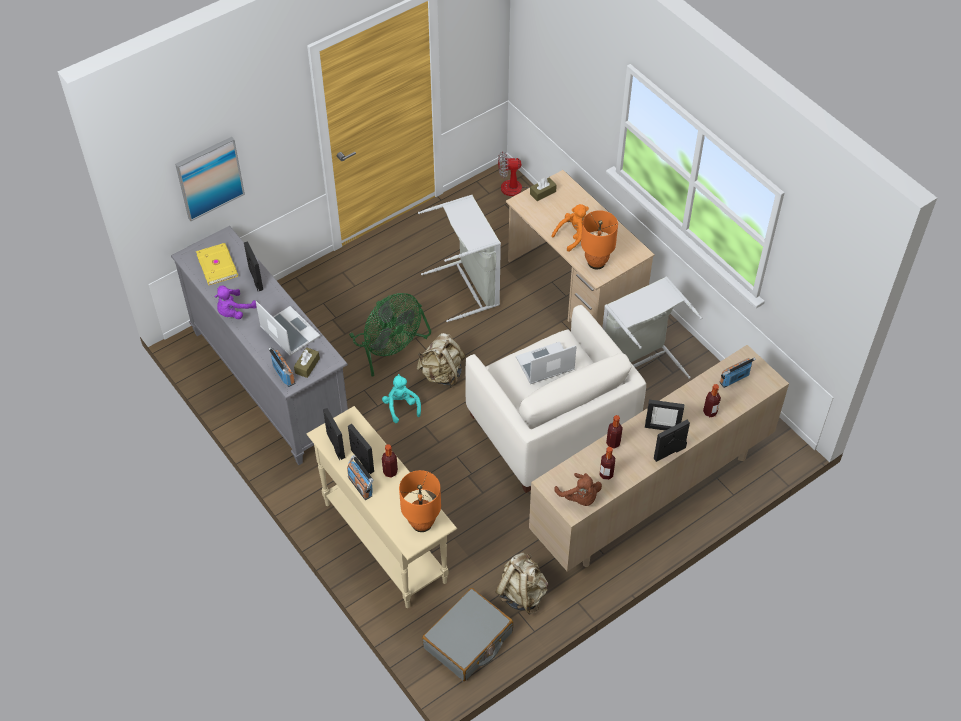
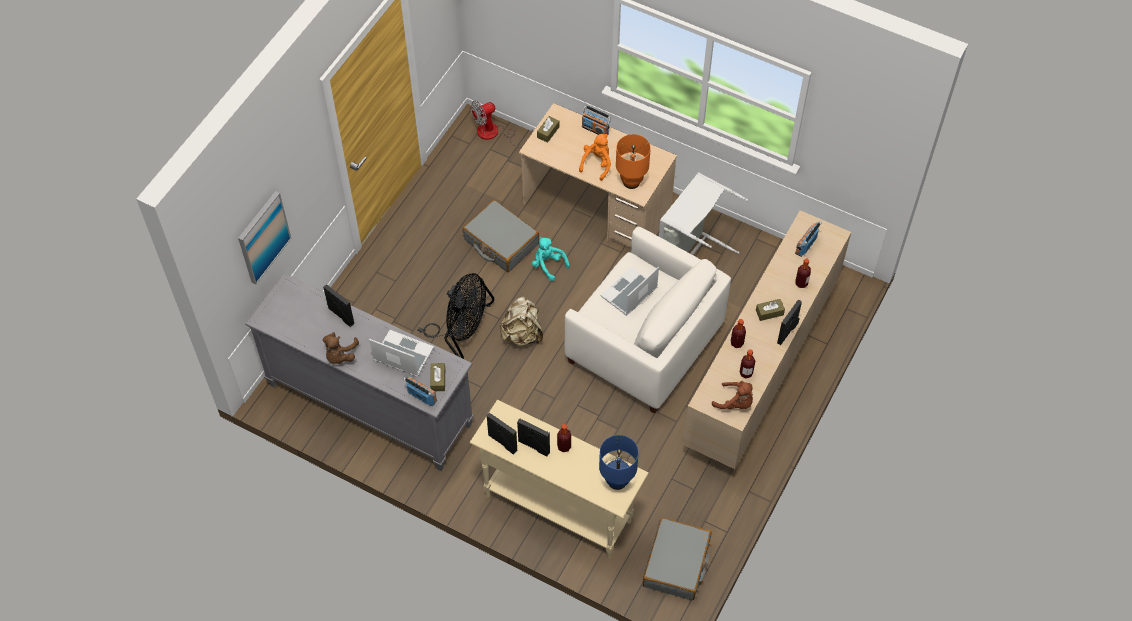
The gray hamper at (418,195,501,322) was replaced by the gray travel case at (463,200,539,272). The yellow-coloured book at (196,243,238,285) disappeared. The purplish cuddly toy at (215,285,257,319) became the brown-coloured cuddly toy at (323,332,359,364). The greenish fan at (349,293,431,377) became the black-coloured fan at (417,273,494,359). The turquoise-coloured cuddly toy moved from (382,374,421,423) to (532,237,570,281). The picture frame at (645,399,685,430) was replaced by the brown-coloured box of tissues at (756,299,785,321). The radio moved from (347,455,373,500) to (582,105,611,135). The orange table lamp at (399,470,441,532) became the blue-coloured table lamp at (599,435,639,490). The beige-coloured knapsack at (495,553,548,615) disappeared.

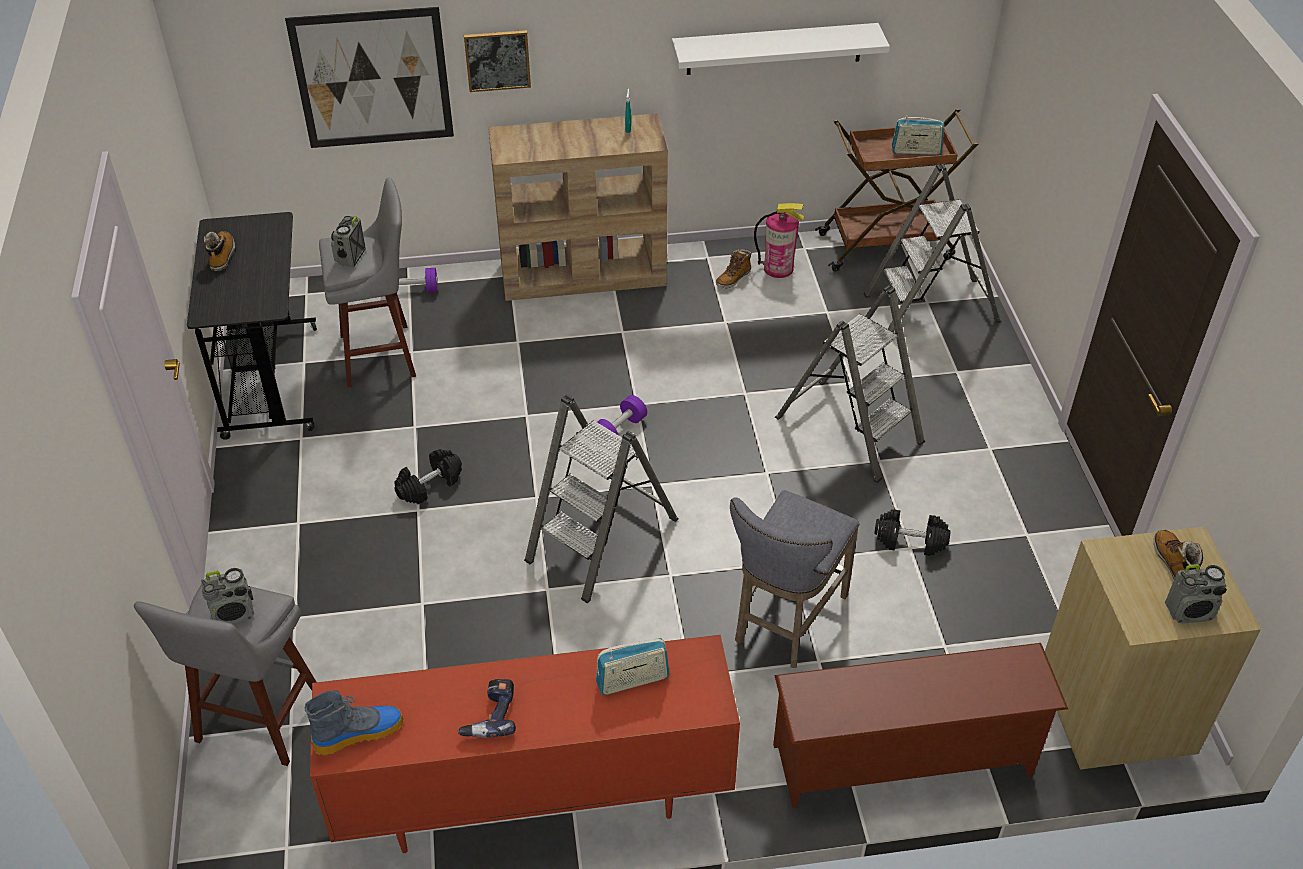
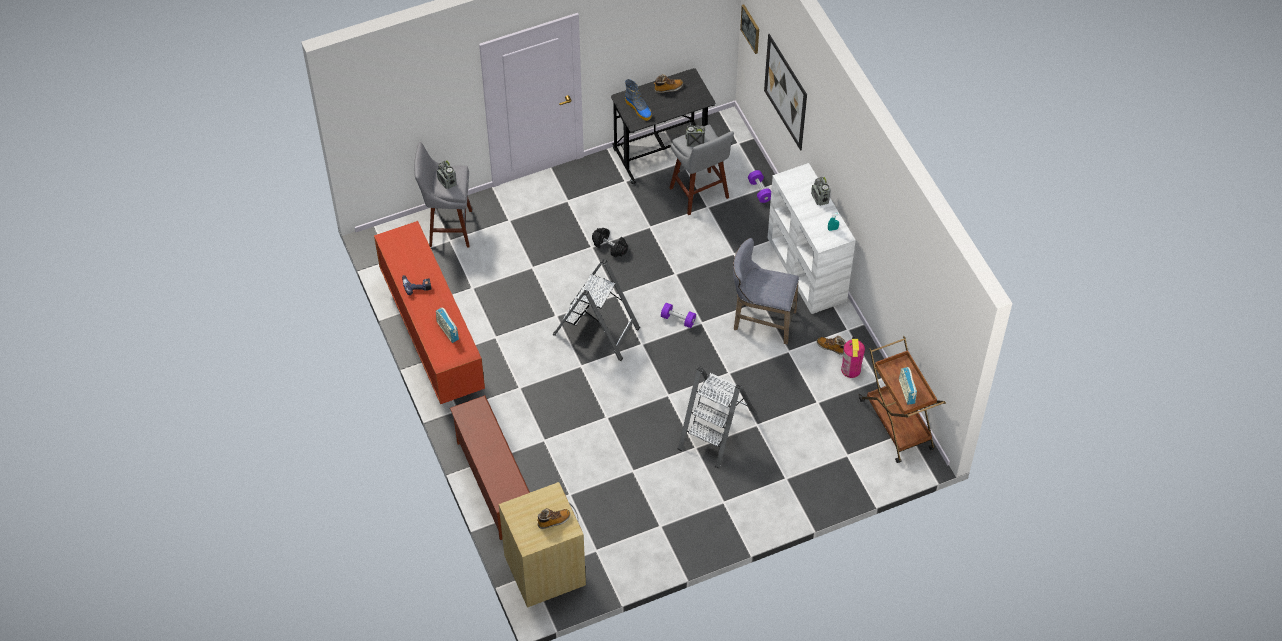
The whitish wall shelf at (672,23,890,75) disappeared. The wall picture moved from (464,30,531,92) to (740,4,759,54). The brown-coloured shelving unit at (488,113,668,301) became the whitish shelving unit at (768,163,856,314). The gray step ladder at (863,164,1001,333) disappeared. The gray sitting stool moved from (730,490,860,668) to (733,238,799,345). The black-coloured hand weight at (874,509,951,556) disappeared. The radio moved from (1165,564,1227,623) to (811,177,830,206). The boot moved from (304,690,403,755) to (625,79,652,121).

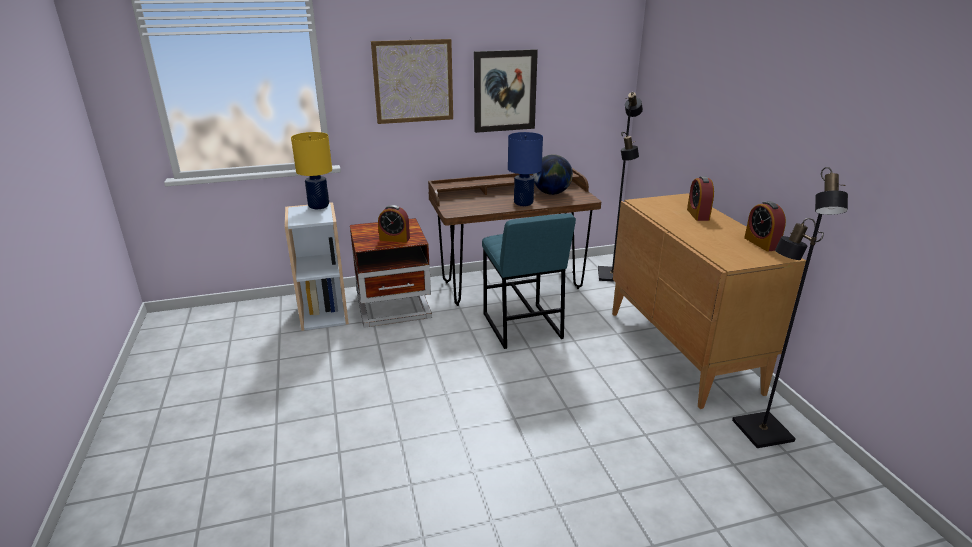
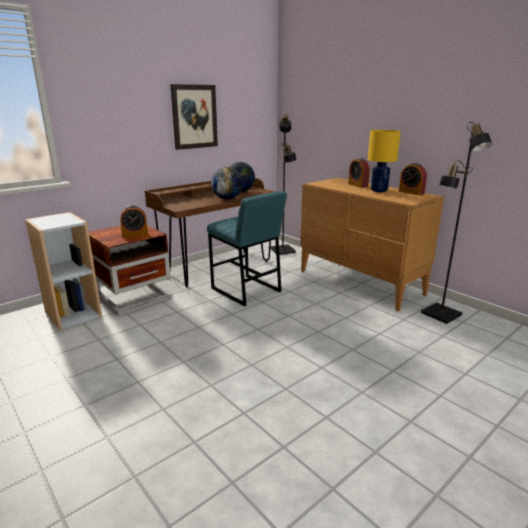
The wall picture at (371,39,453,124) disappeared. The yellow-coloured table lamp moved from (291,132,332,209) to (368,130,401,192). The blue-coloured table lamp at (508,132,543,206) was replaced by the desk globe at (211,167,243,199).

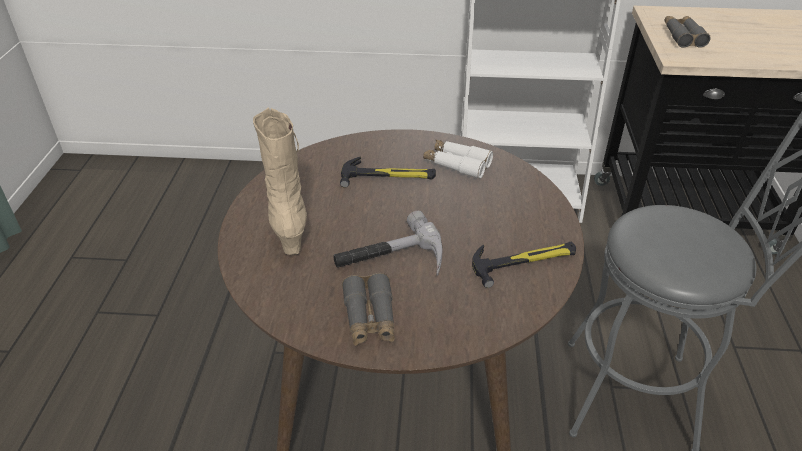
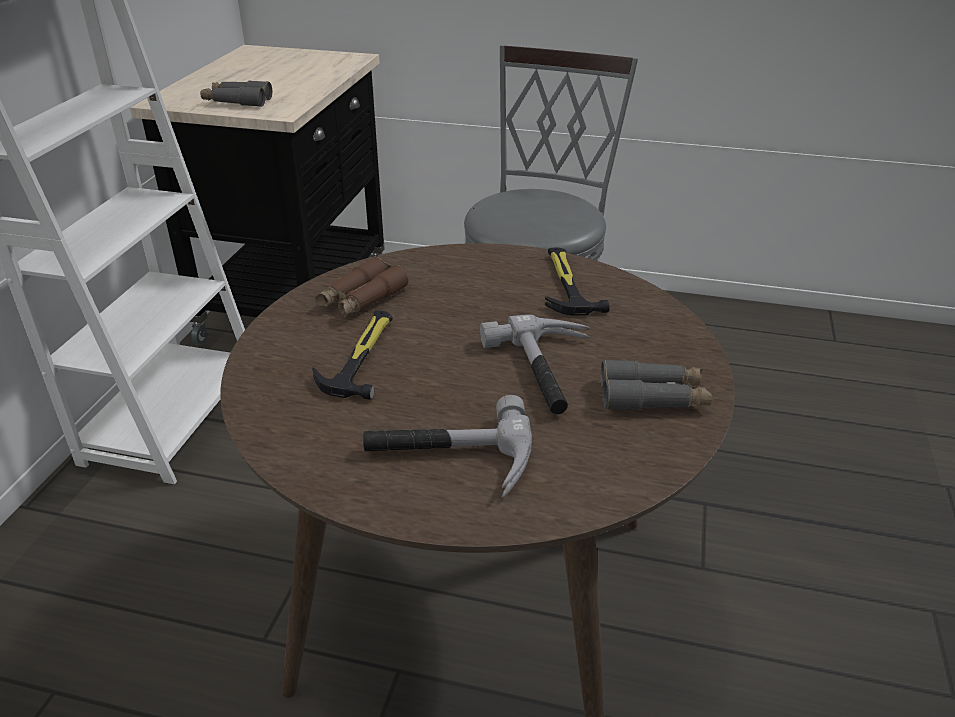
The beige-coloured boot at (253,107,307,255) was replaced by the tool hammer at (363,395,532,498). The whitish binoculars at (423,140,493,179) became the brown-coloured binoculars at (315,257,409,317).

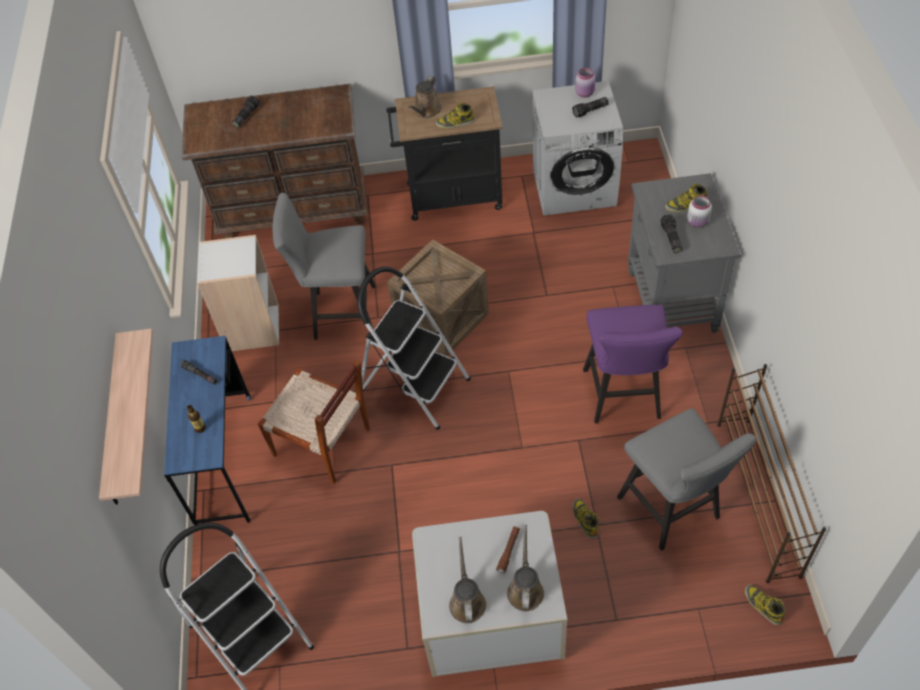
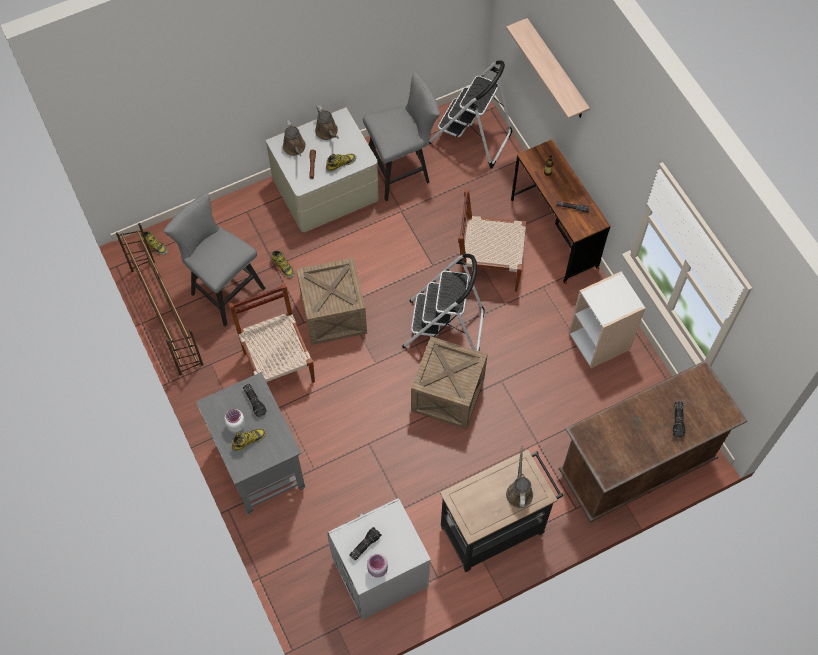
The boot moved from (436,102,475,129) to (326,153,356,172). The gray sitting stool moved from (273,193,376,340) to (363,71,440,201). The purplish sitting stool at (583,305,683,424) was replaced by the upright chair at (229,283,315,383). The blue-coloured desk table at (164,336,251,525) became the brown-coloured desk table at (511,139,610,284). The crate at (297,258,367,345) appeared.

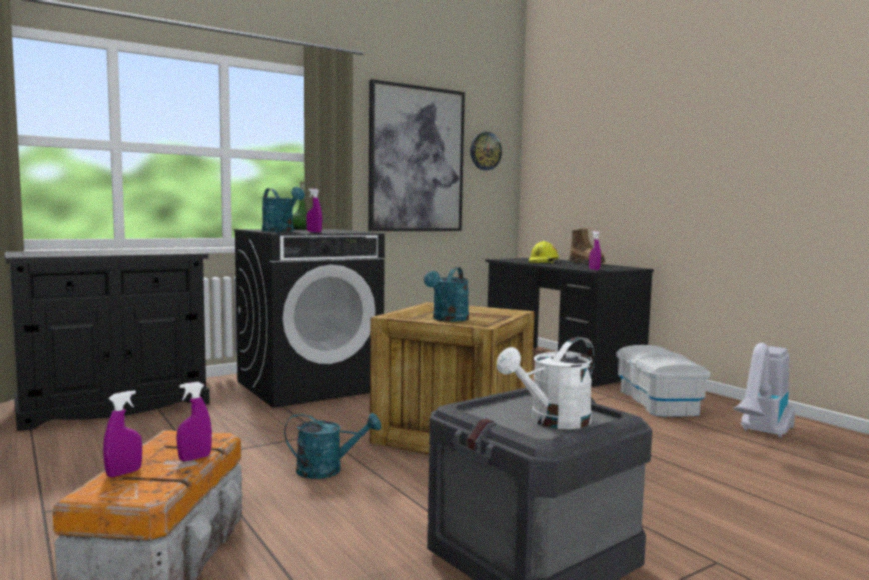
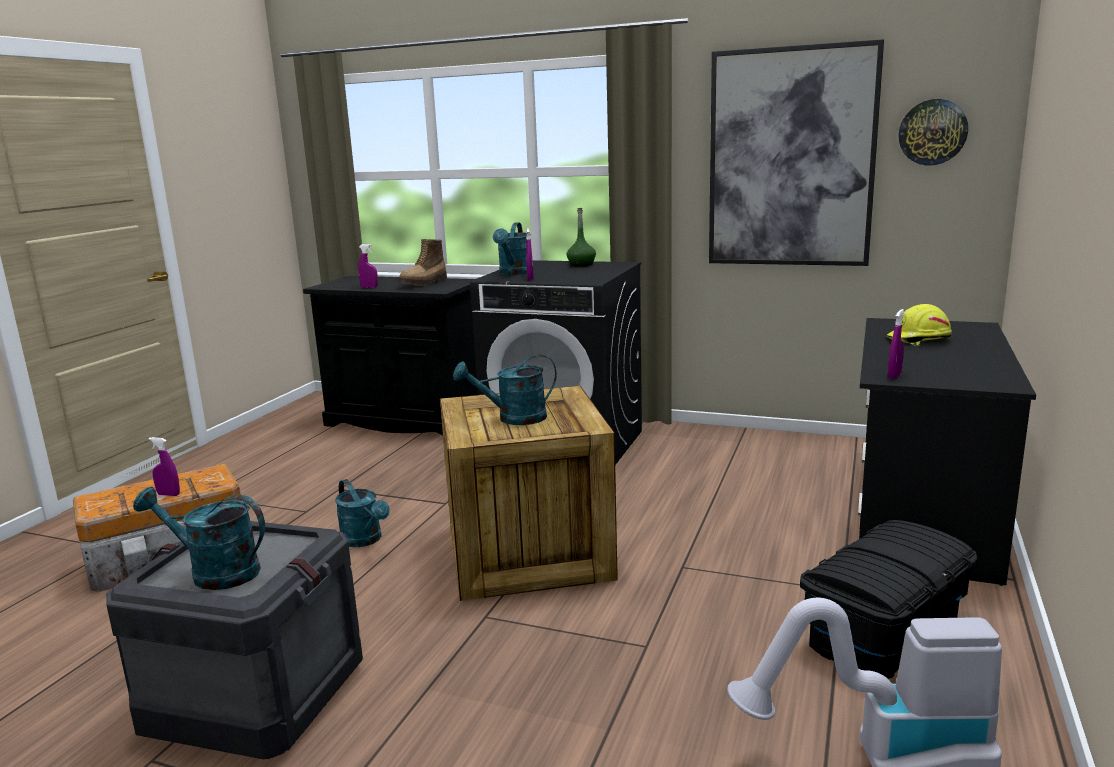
The boot moved from (569,228,605,264) to (398,239,447,285). The whitish watering pot at (497,337,594,429) became the turquoise-coloured watering pot at (133,487,265,590). The whitish storage container at (616,345,710,417) became the black-coloured storage container at (800,520,977,679). The purplish spray bottle moved from (103,390,142,477) to (358,244,378,288).

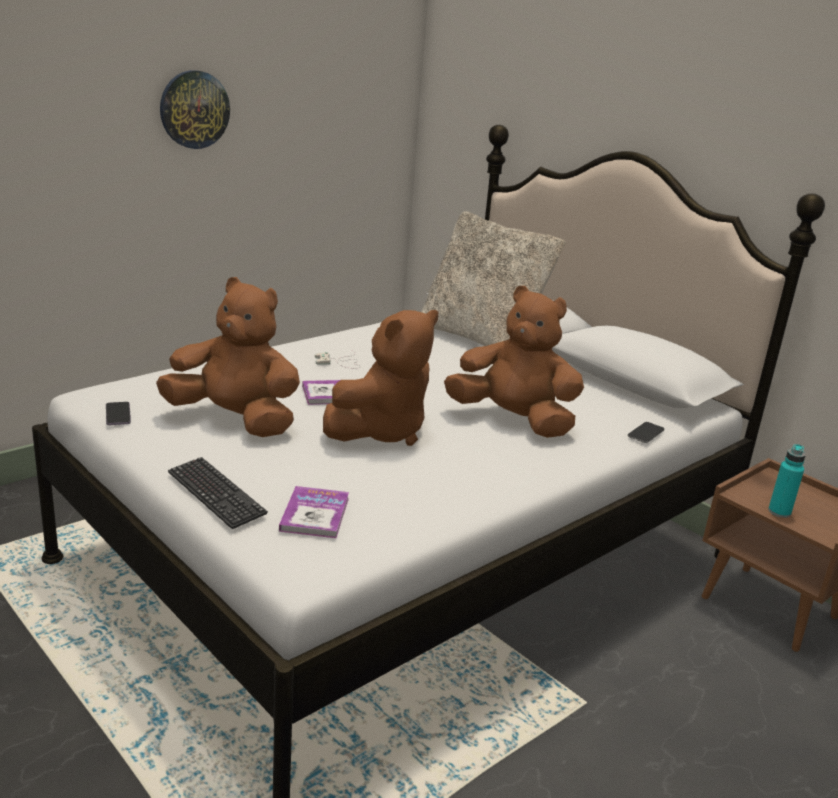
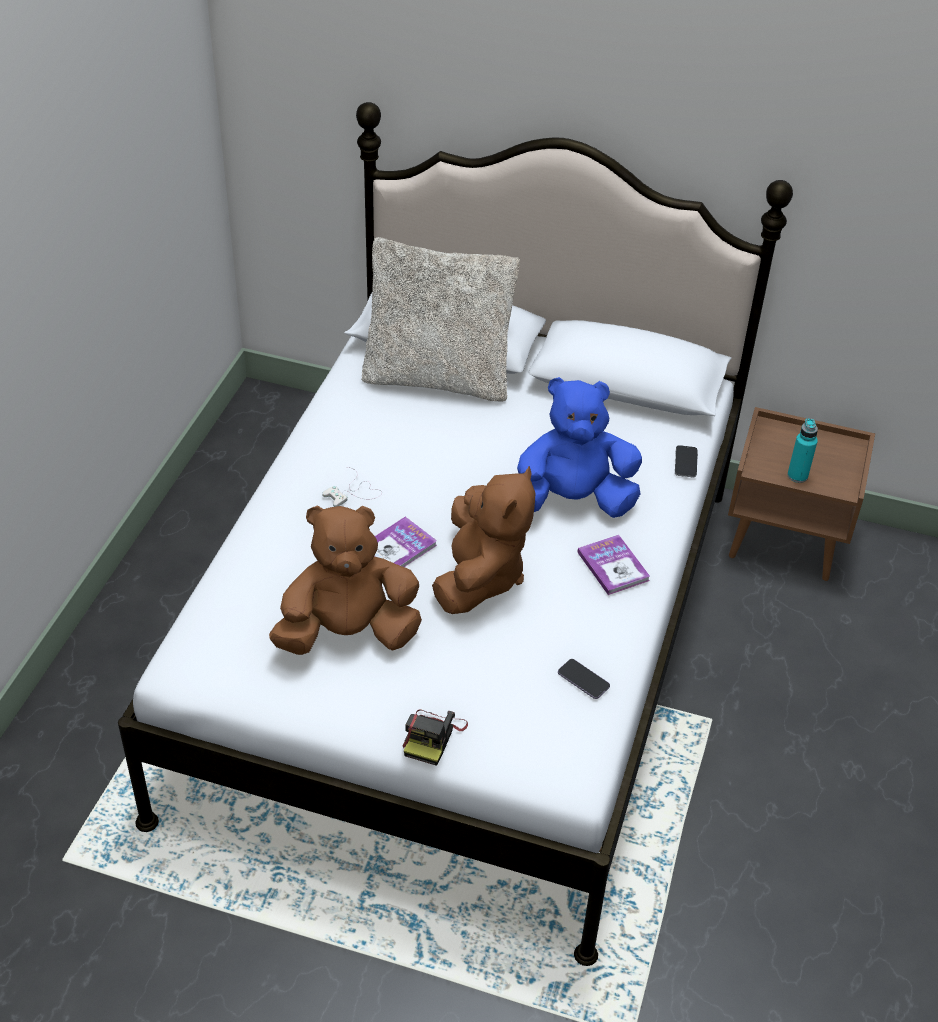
The hanging clock at (160,70,230,149) disappeared. The brown-coloured cuddly toy at (444,286,584,438) became the blue-coloured cuddly toy at (517,377,642,518). The handset moved from (106,402,131,425) to (558,659,610,699). The computer keyboard at (168,457,268,529) was replaced by the still camera at (403,709,468,766). The book moved from (279,486,349,538) to (577,535,650,595).

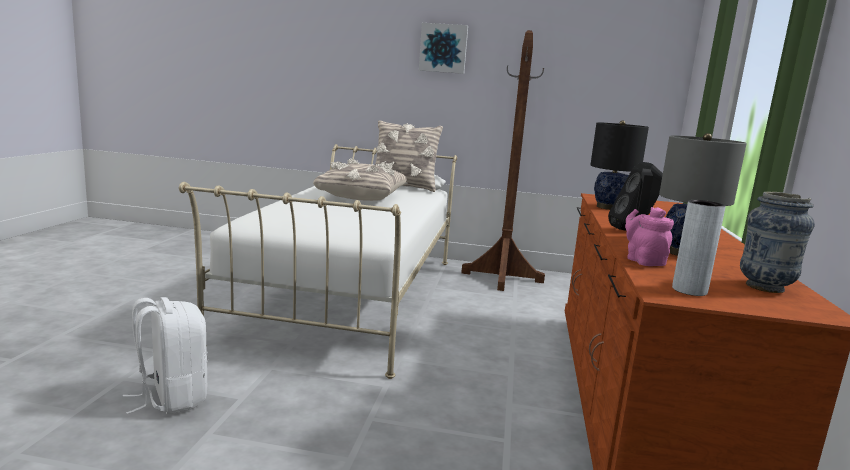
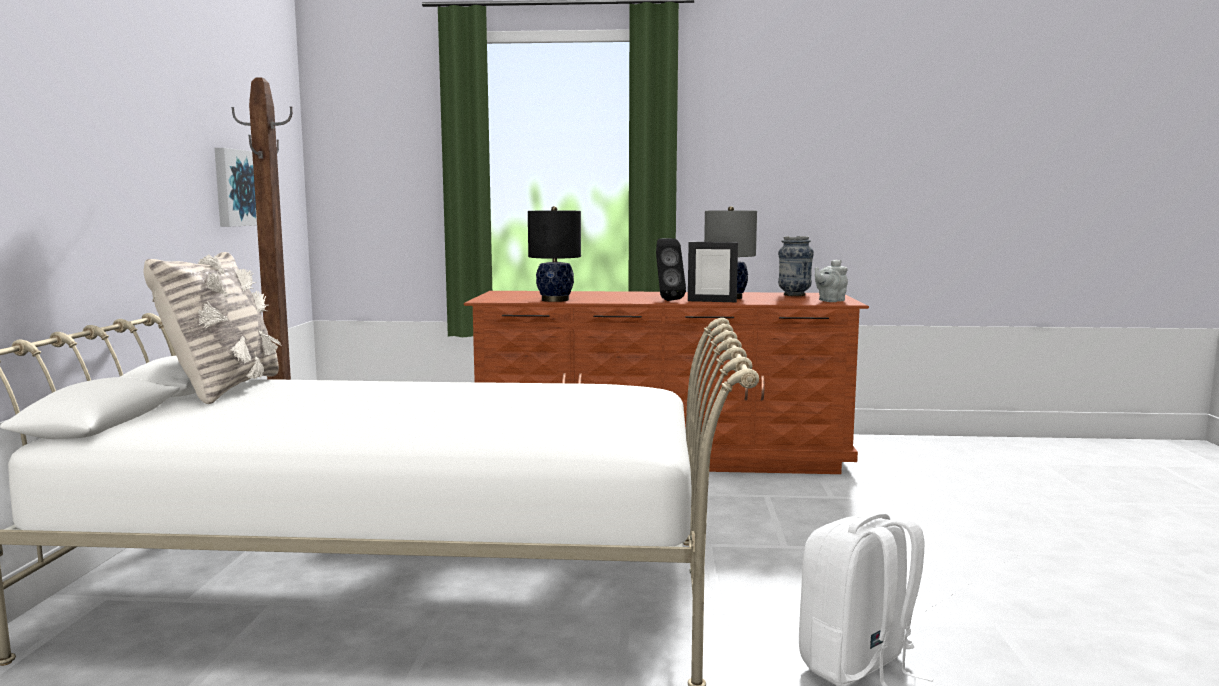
The wall picture moved from (419,23,468,74) to (215,148,257,227). The beige-coloured pillow at (313,157,407,201) disappeared. The gray vase at (672,200,726,296) was replaced by the gray pot for tea at (815,259,848,302). The pink-coloured pot for tea at (625,207,674,266) disappeared.

